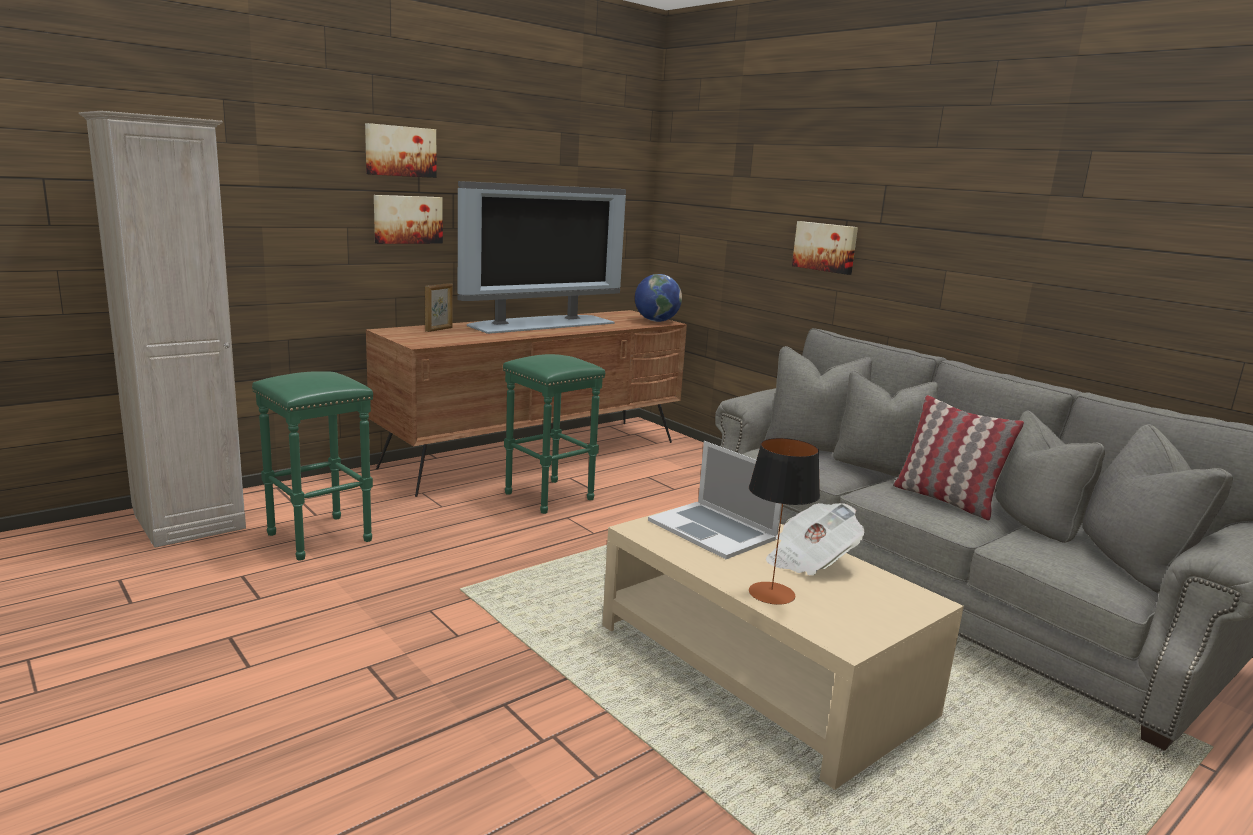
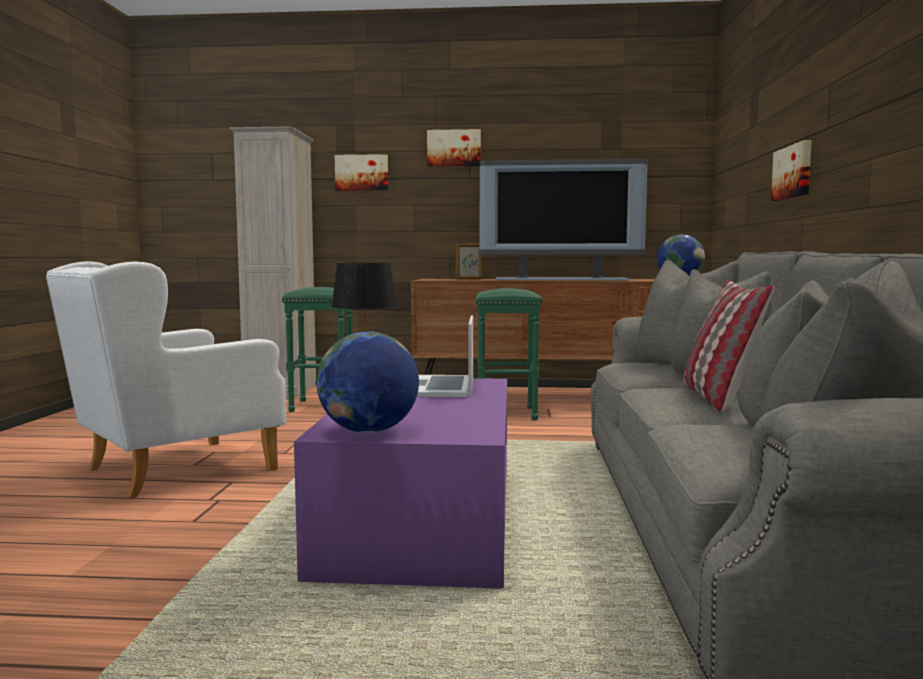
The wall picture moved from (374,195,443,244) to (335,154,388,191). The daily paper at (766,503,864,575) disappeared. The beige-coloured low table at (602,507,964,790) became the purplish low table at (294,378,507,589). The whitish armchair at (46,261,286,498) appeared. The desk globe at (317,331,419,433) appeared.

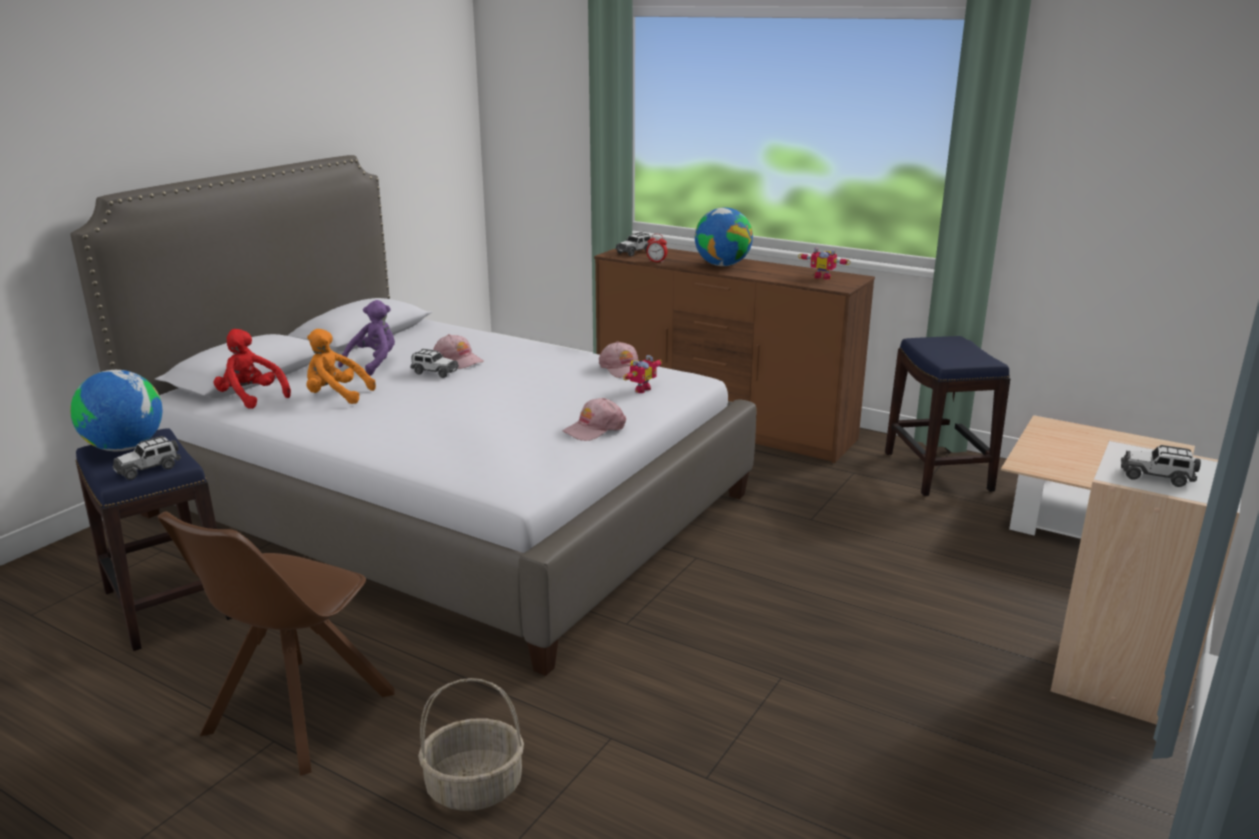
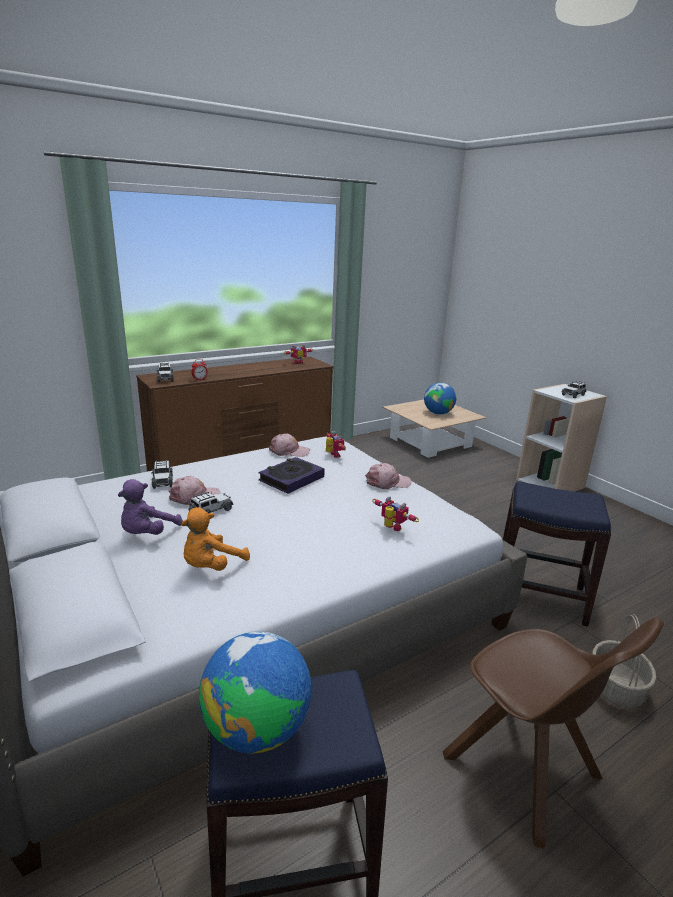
The desk globe moved from (695,207,753,266) to (424,383,456,414). The purplish cuddly toy at (338,300,395,376) turned 120 degrees counterclockwise. The red cuddly toy at (214,329,291,409) disappeared. The sitting stool moved from (885,336,1010,496) to (503,481,611,627). The pink-coloured baseball cap at (563,398,626,441) turned 90 degrees counterclockwise. The model car moved from (113,436,181,480) to (151,460,173,489). The book at (258,457,325,494) appeared. The robot figure at (372,497,419,531) appeared.

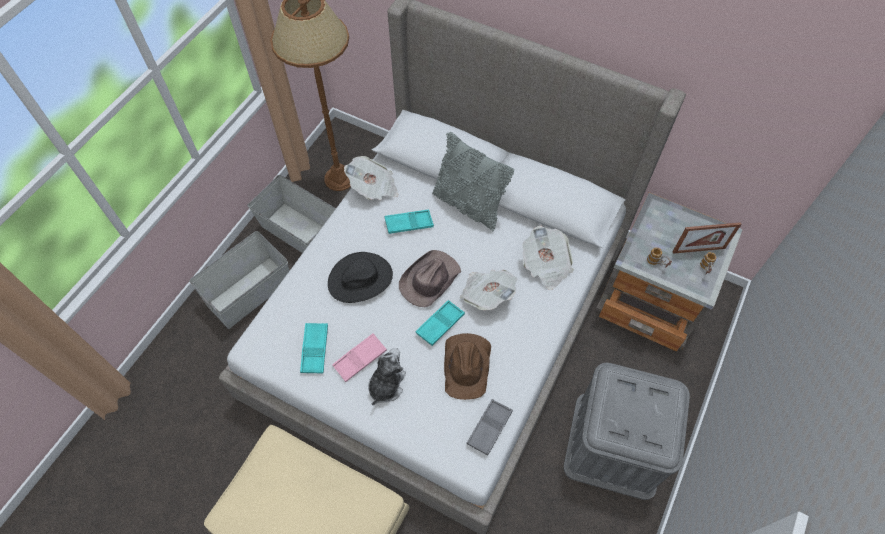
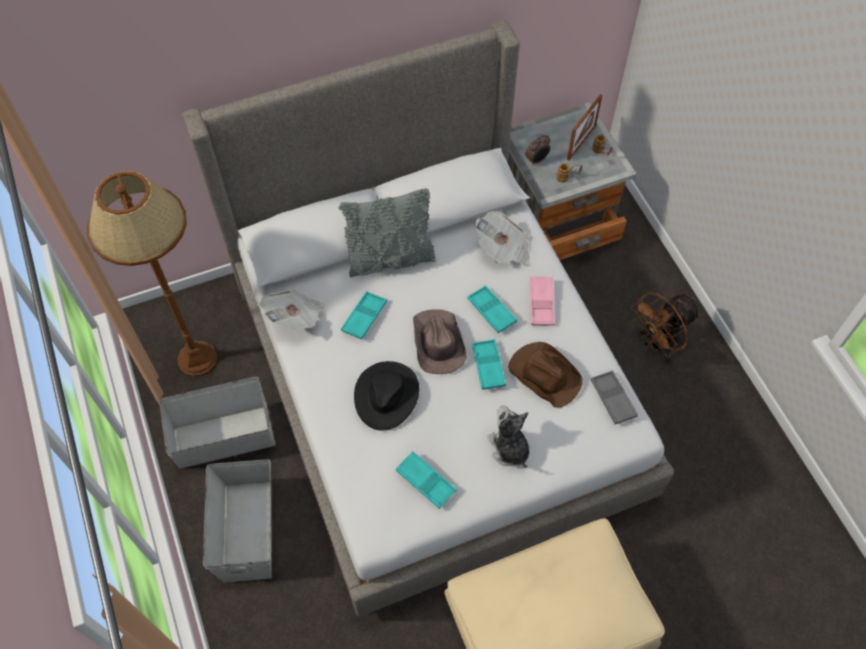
The daily paper at (460,270,517,310) was replaced by the turquoise-coloured tray at (467,285,517,333). The pink-coloured tray moved from (332,333,387,382) to (530,276,555,326). The gray storage container at (564,363,690,500) was replaced by the brown-coloured fan at (631,292,701,364). The table clock at (525,135,550,166) appeared.

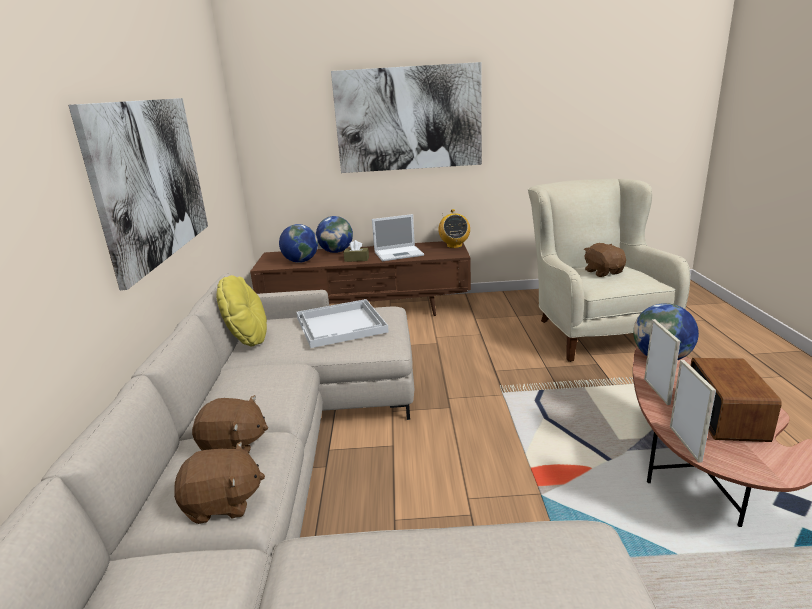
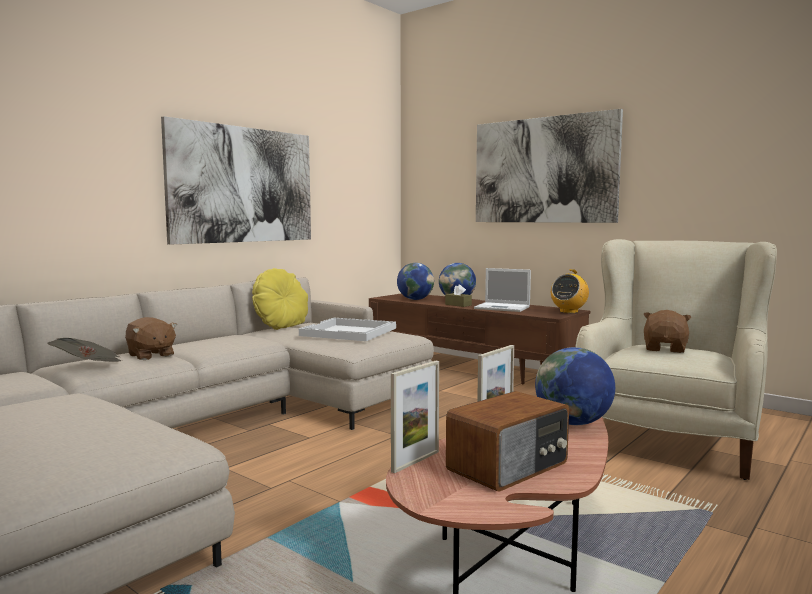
The brown-coloured cuddly toy at (174,442,265,524) was replaced by the daily paper at (47,338,122,362).

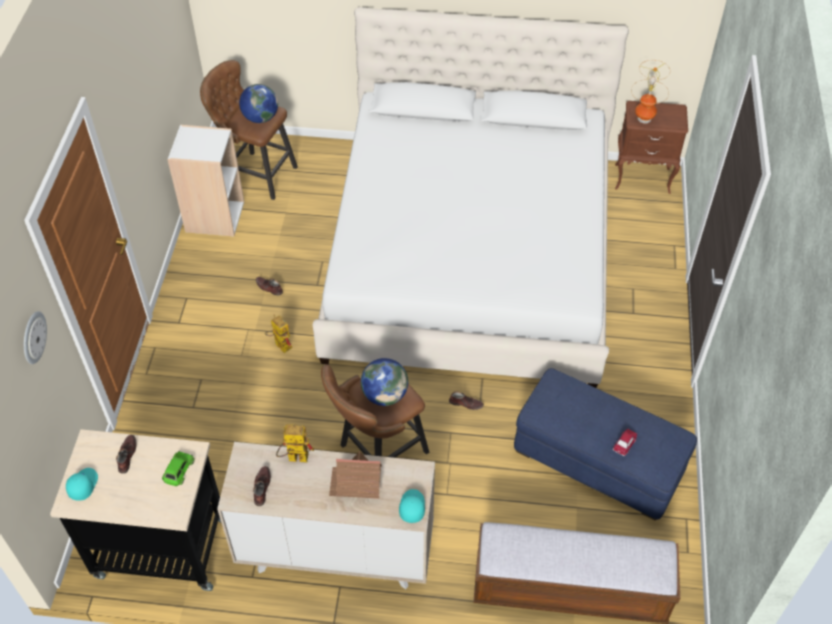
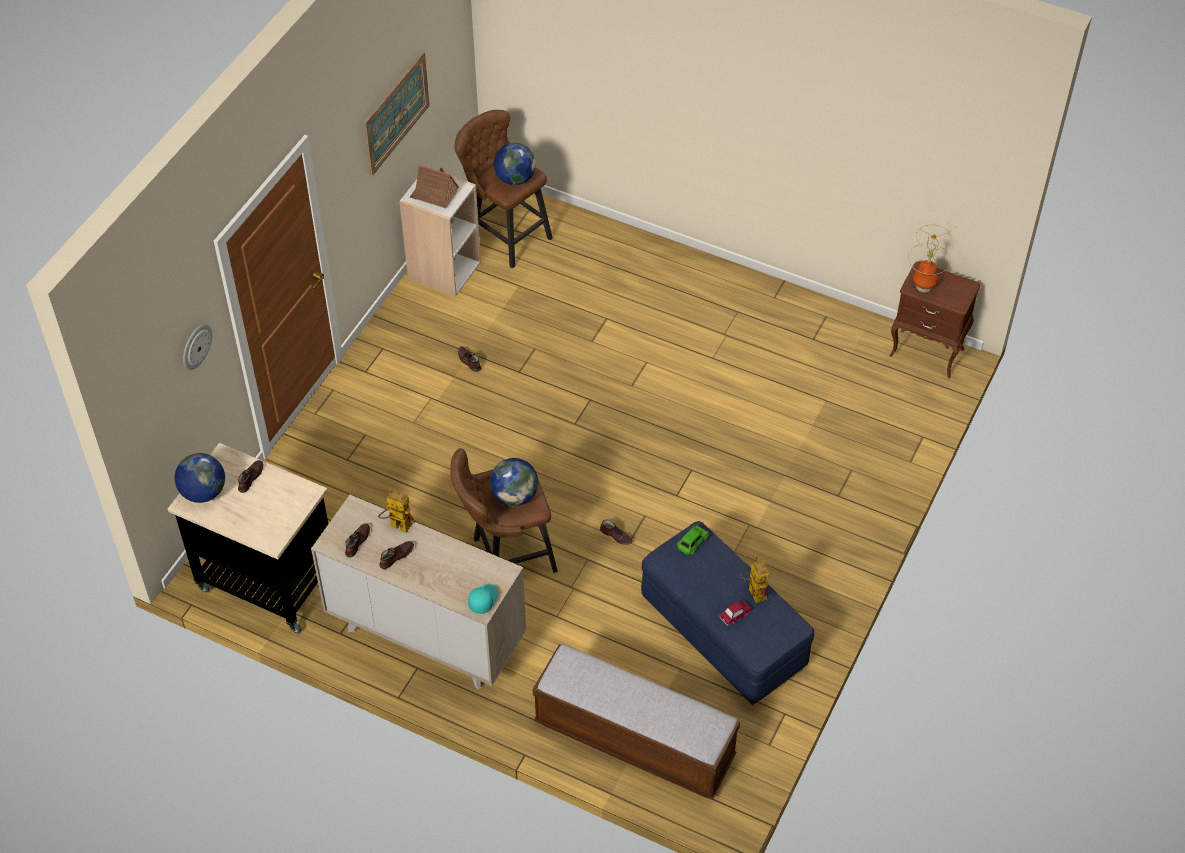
The whitish bedroom bed at (312,7,629,388) disappeared. The robot figure moved from (265,314,293,353) to (740,557,769,603). The greenish model car moved from (162,451,195,486) to (676,525,709,555). The toy house moved from (329,451,382,499) to (410,164,459,209). The turquoise-coloured baseball cap at (66,468,98,501) was replaced by the desk globe at (175,453,225,503). The wall picture at (363,52,430,176) appeared. The brown-coloured item of footwear at (379,541,414,570) appeared.

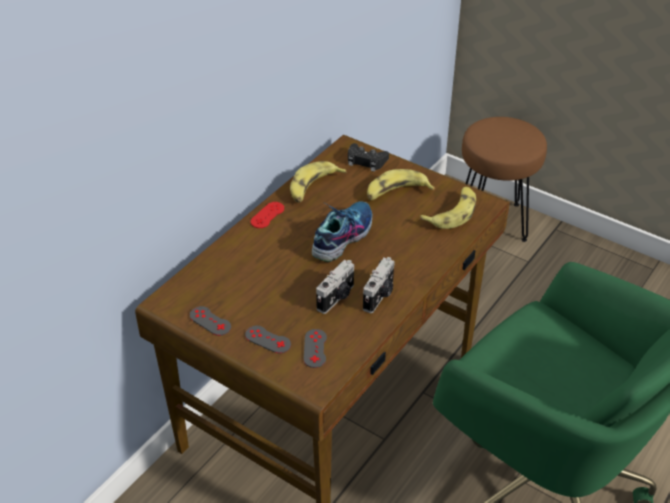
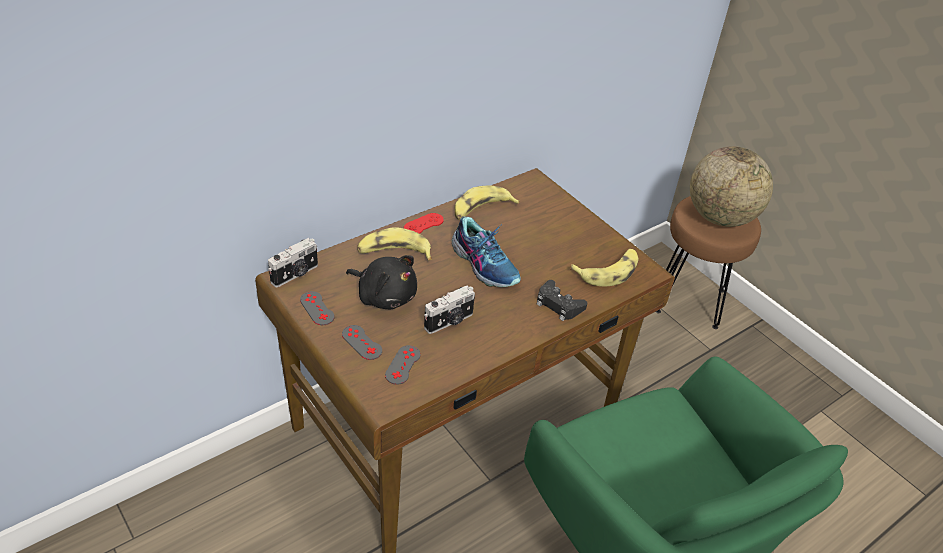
The black-coloured gamepad moved from (348,143,389,172) to (537,280,587,321). The banana moved from (367,169,435,200) to (357,227,432,260). The item of footwear at (312,201,372,262) turned 90 degrees clockwise. The still camera moved from (363,257,395,313) to (268,238,318,287). The desk globe at (690,146,773,227) appeared. The black-coloured cuddly toy at (346,255,417,310) appeared.

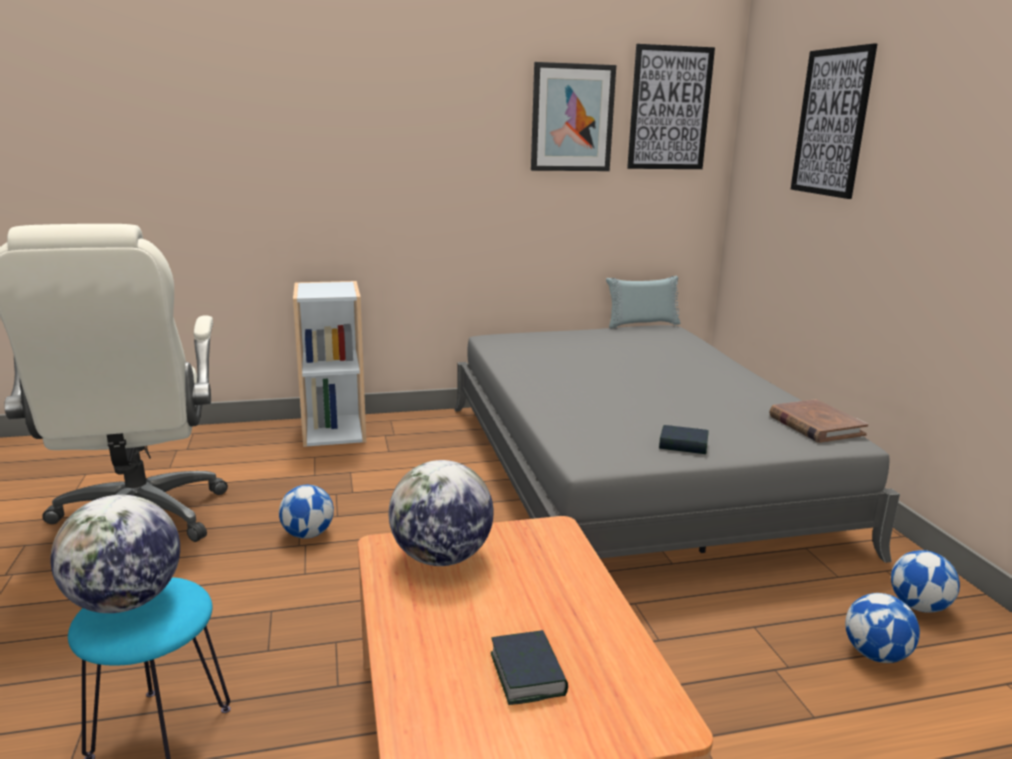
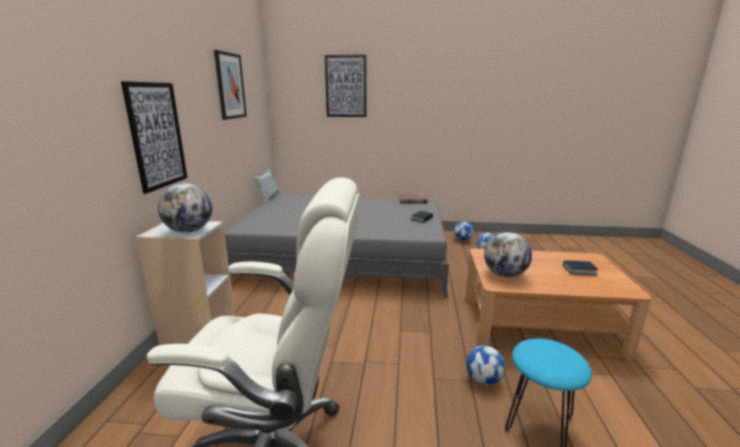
The wall picture moved from (627,44,715,169) to (121,81,187,194). The ball for football moved from (279,485,334,539) to (466,345,505,385). The desk globe moved from (50,495,180,613) to (158,183,212,233).

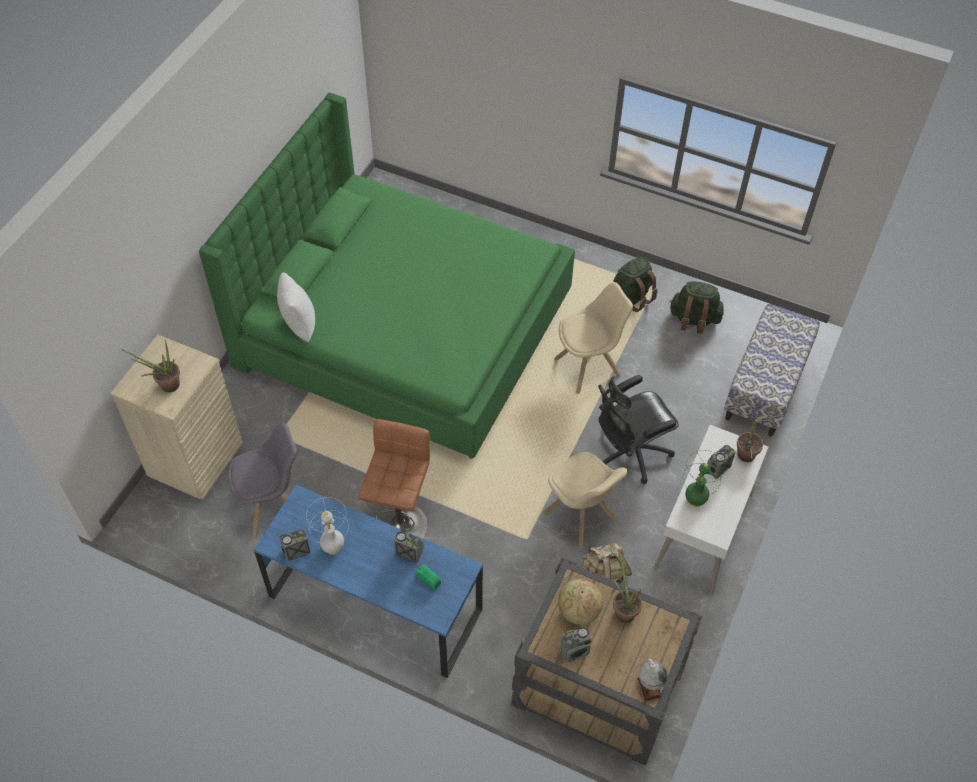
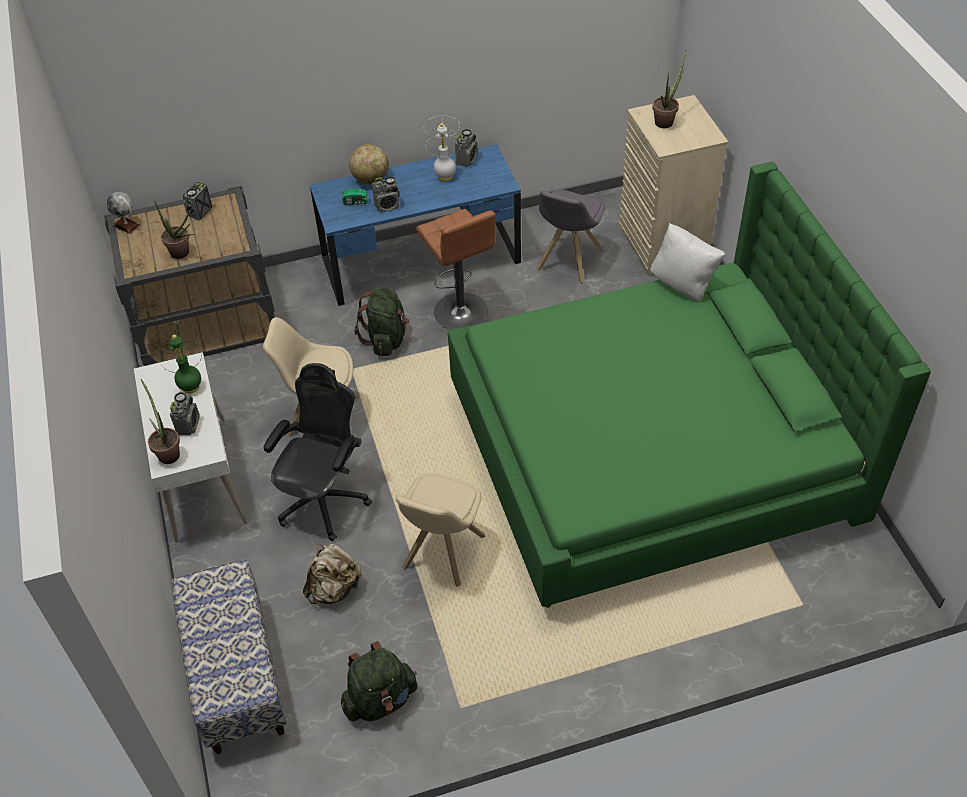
The greenish knapsack moved from (613,257,658,312) to (355,288,410,356). The beige-coloured knapsack moved from (582,543,632,584) to (303,544,361,604). The desk globe moved from (558,579,603,625) to (349,144,389,184).

